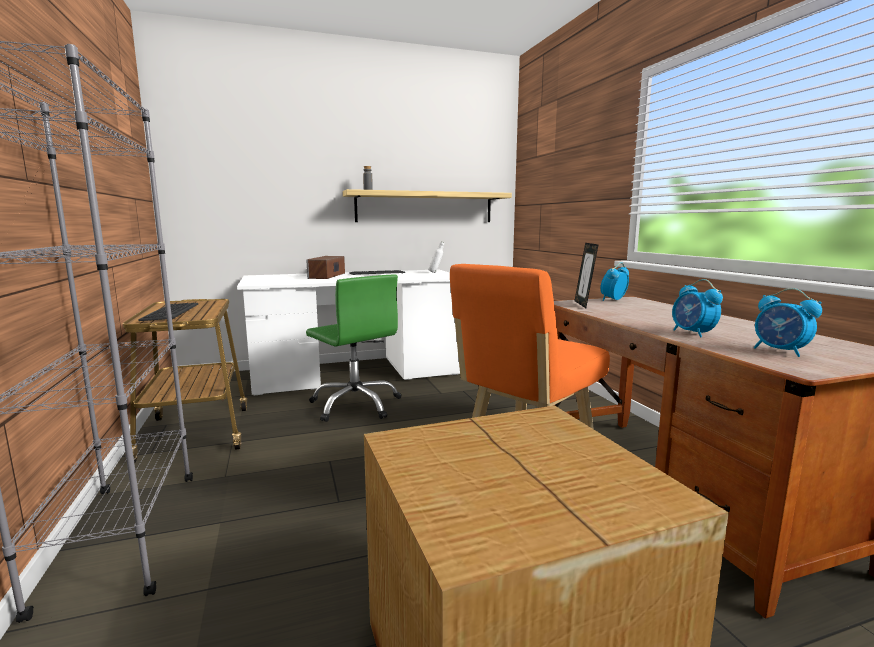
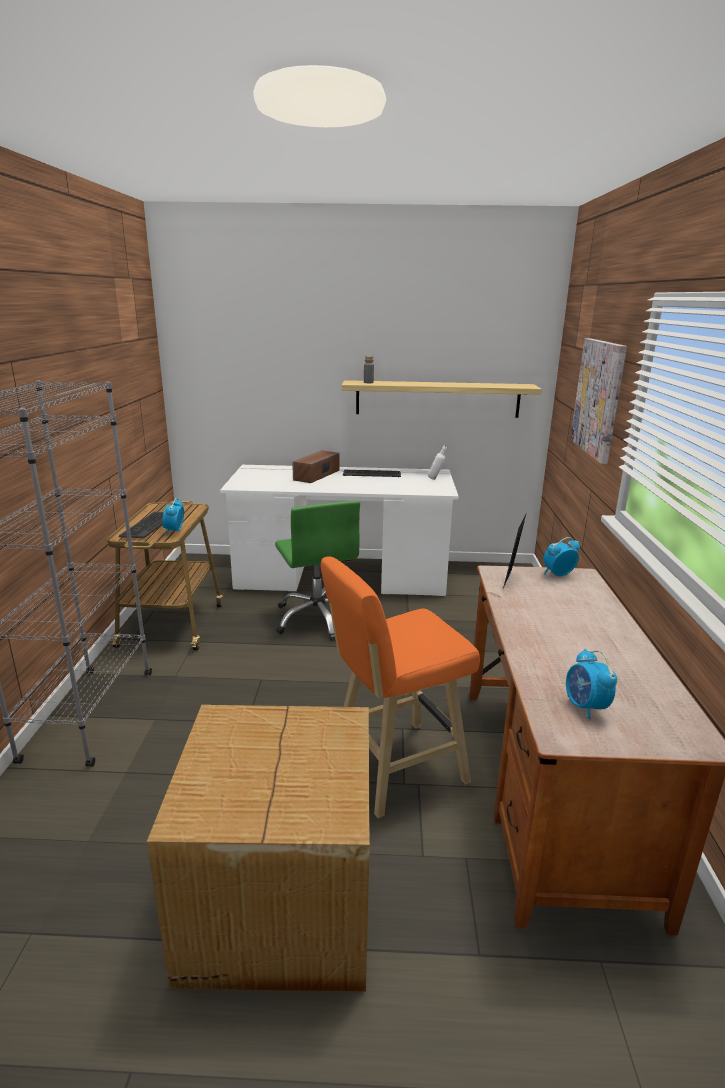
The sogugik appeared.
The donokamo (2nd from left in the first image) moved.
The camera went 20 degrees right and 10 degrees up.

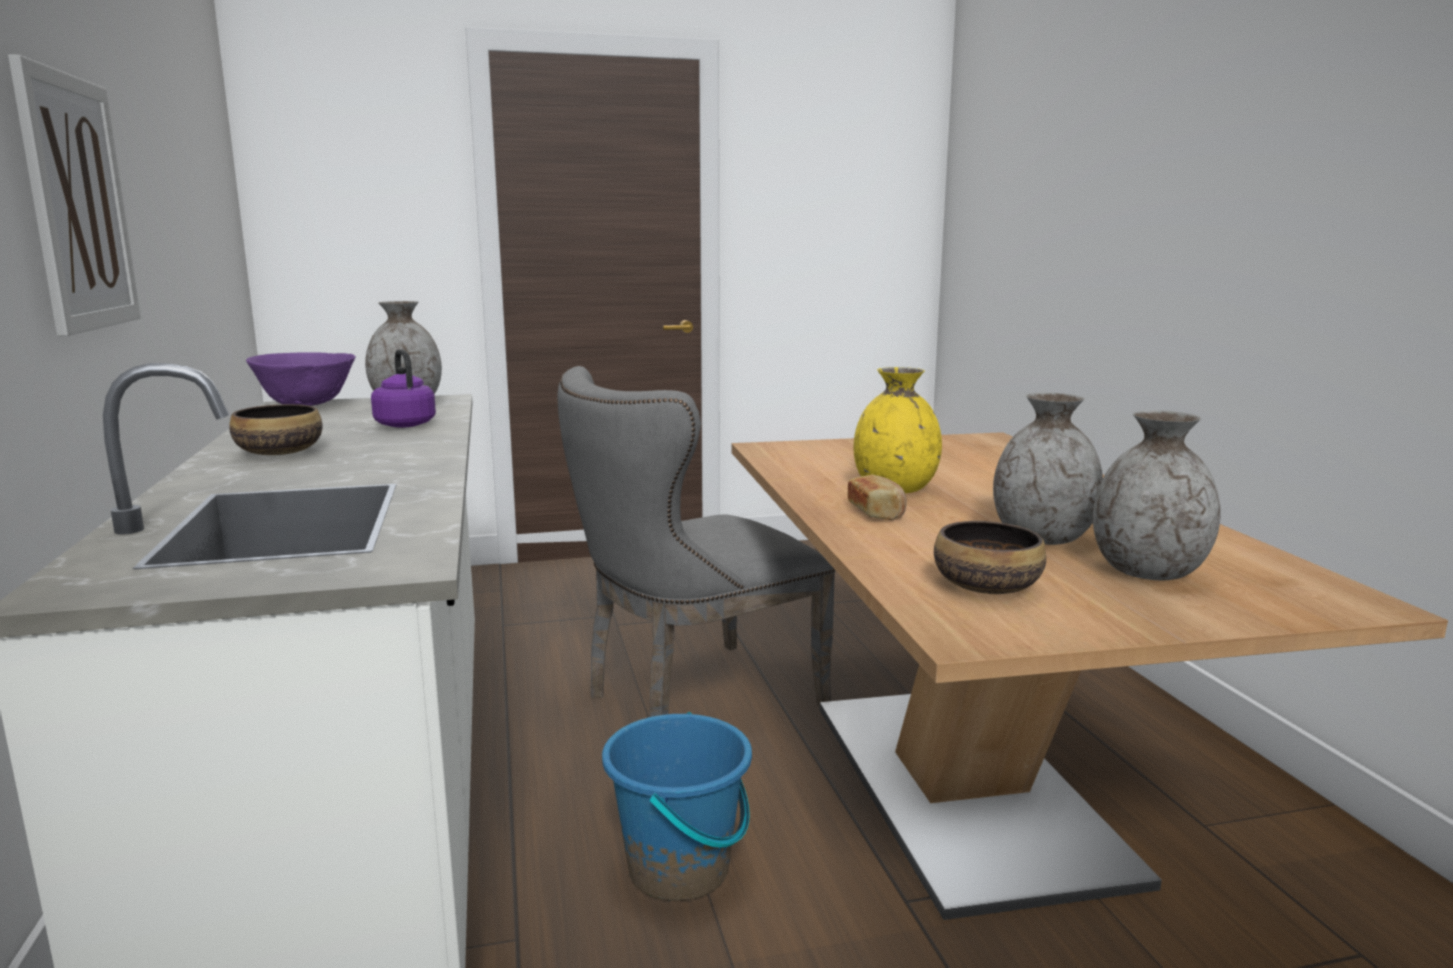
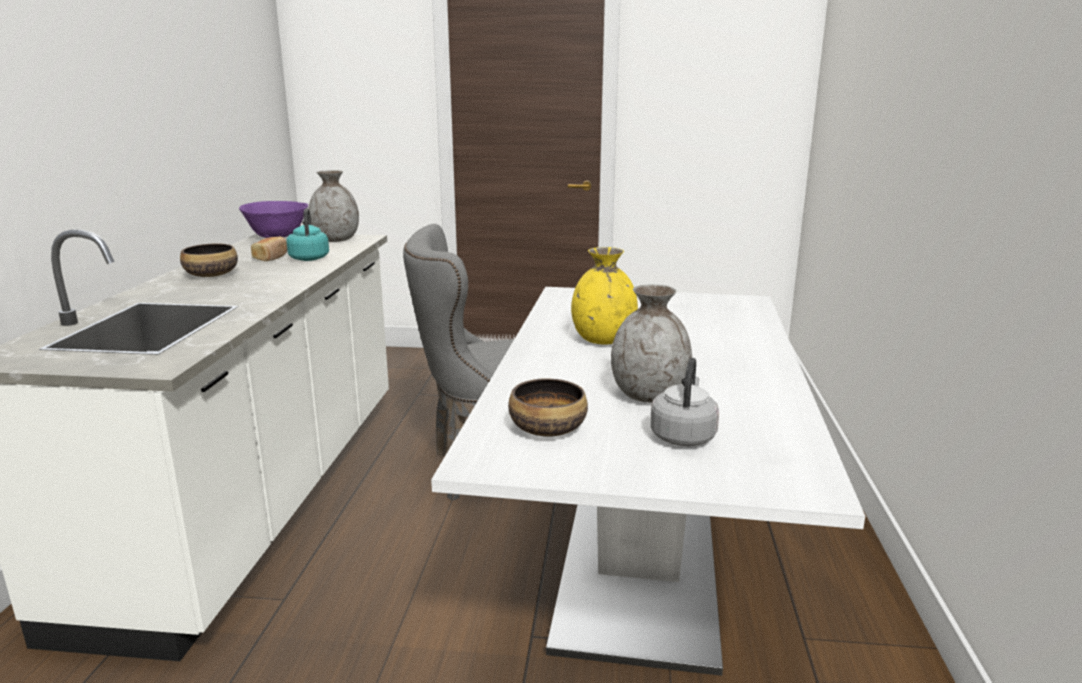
The sogugik disappeared.
The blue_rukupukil disappeared.
The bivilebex moved.
The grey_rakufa (3rd from left) was replaced by the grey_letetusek.
The purple_letetusek became the turquoise_letetusek.
The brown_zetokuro became the white_zetokuro.
The camera went 20 degrees right and 5 degrees up.

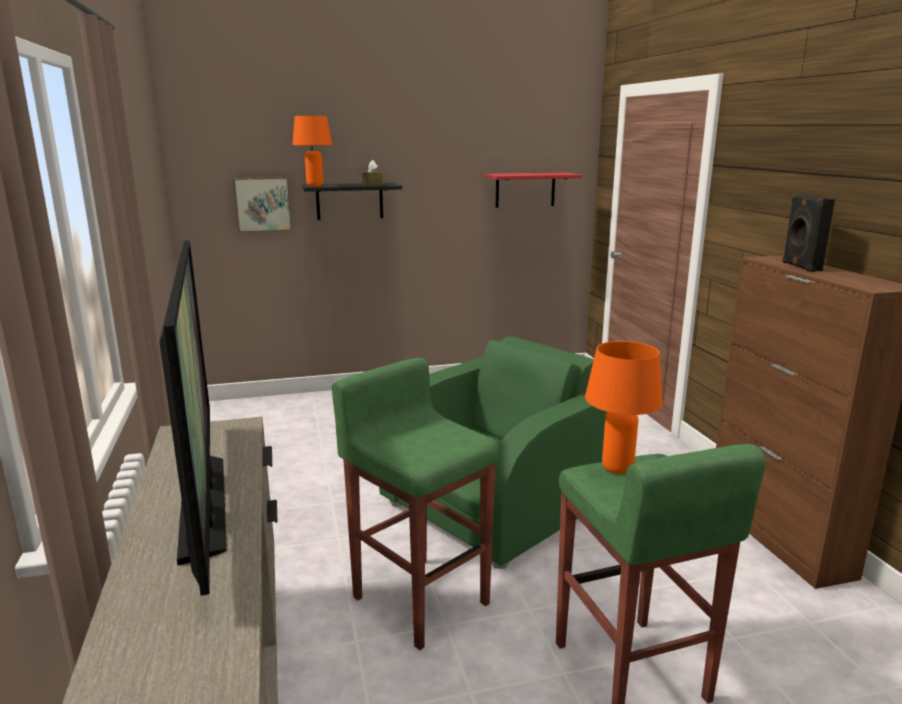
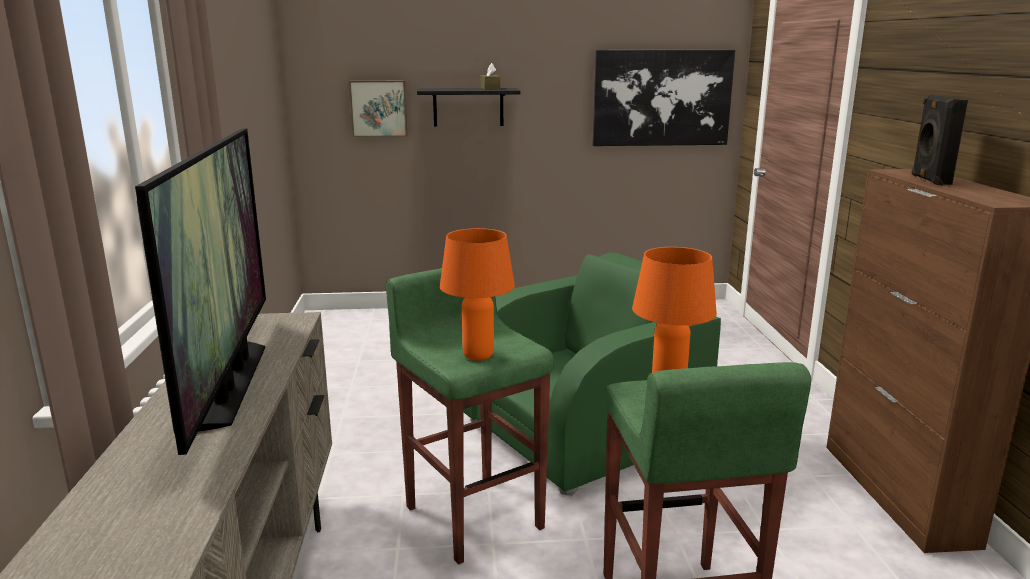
The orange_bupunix (1st from left) moved.
The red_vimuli was replaced by the sogugik (2nd from left).
The camera went 10 degrees right and 0 degrees up.

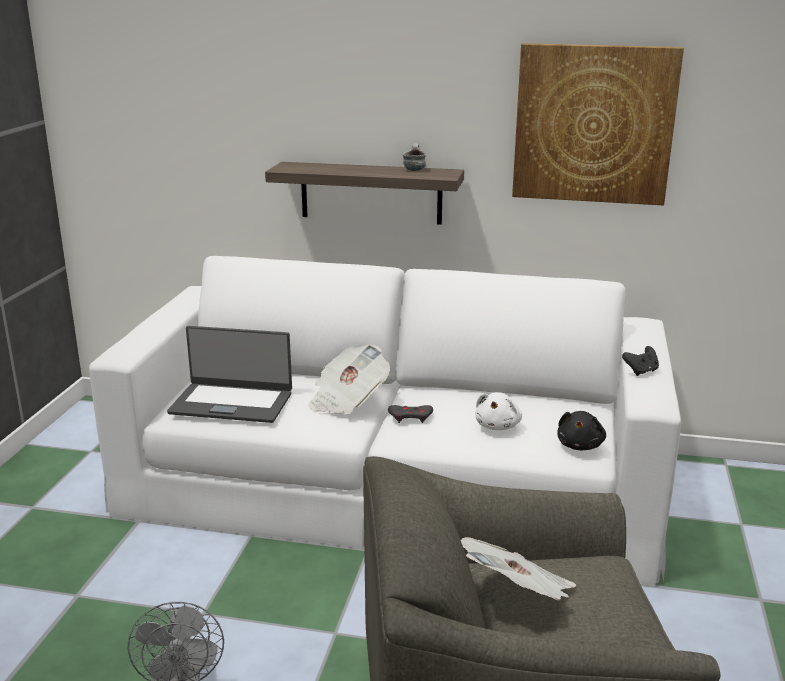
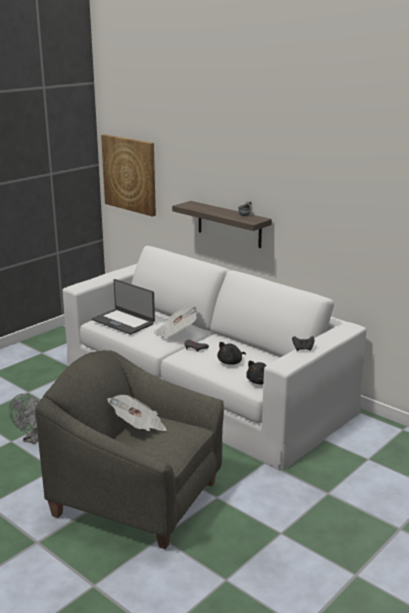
The sogugik moved.
The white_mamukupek became the black_mamukupek (1st from left).
The camera went 30 degrees right and 0 degrees up.

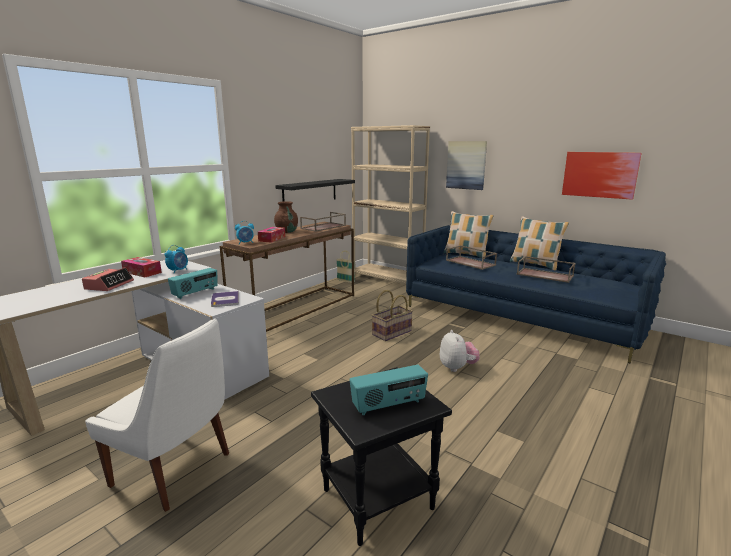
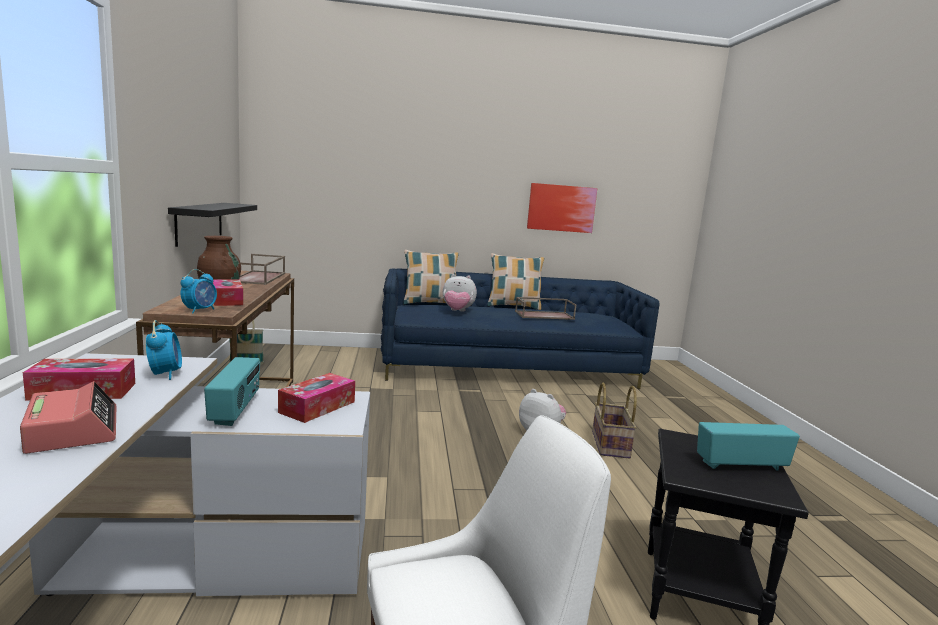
The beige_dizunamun disappeared.
The sogugik (1st from left) disappeared.
The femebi (2nd from left) moved.
The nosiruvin was replaced by the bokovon (3rd from left).
The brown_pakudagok (2nd from left) was replaced by the mamukupek (1st from left).
The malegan (2nd from left) turned 120 degrees counterclockwise.
The camera went 45 degrees left and 5 degrees down.

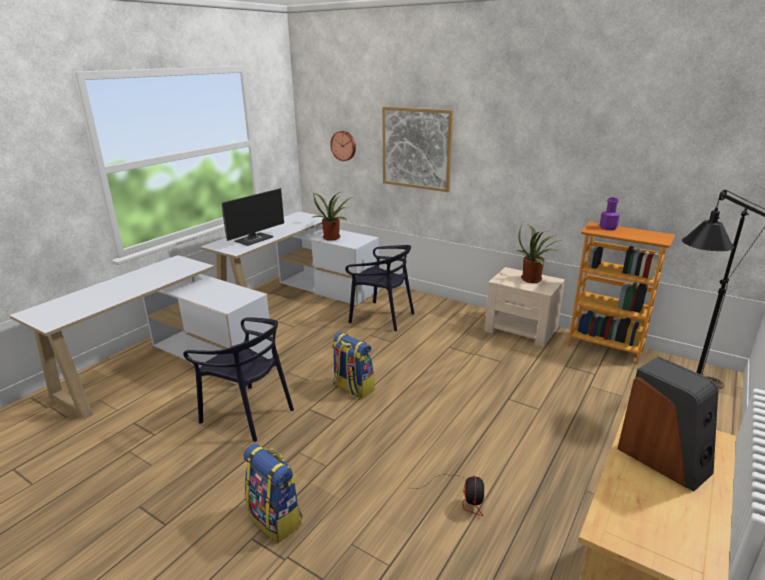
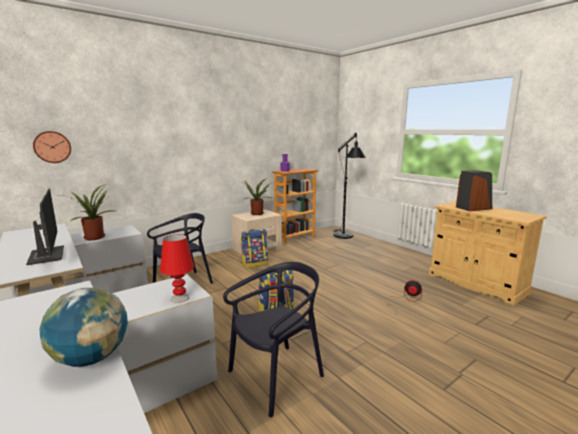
The sogugik disappeared.
The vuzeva appeared.
The red_bupunix appeared.
The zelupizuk (1st from left) moved.
The camera went 70 degrees left and 10 degrees down.

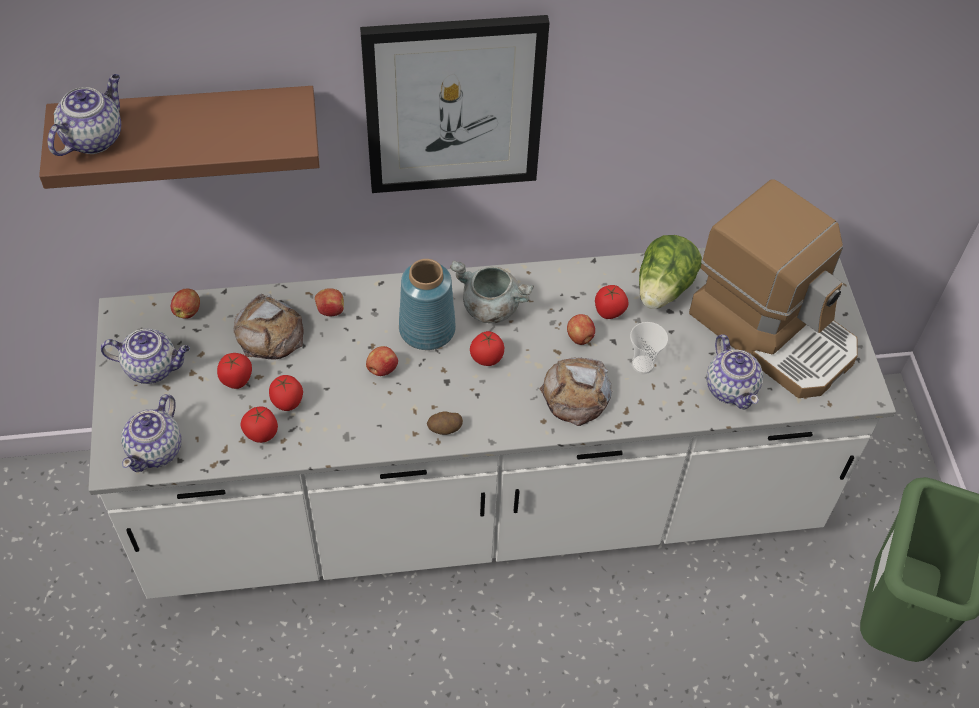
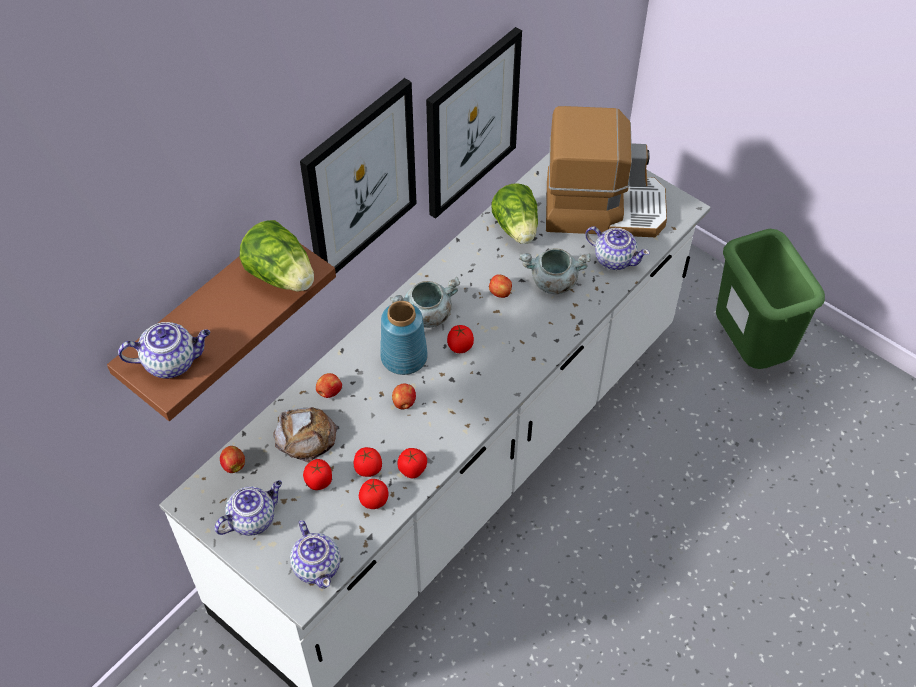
The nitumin disappeared.
The bivilebex (2nd from left) disappeared.
The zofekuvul (1st from left) appeared.
The sogugik (2nd from left) appeared.
The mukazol (5th from left in the first image) moved.
The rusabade was replaced by the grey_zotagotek (2nd from left).
The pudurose (1st from left) turned 90 degrees clockwise.
The camera went 40 degrees left and 0 degrees up.

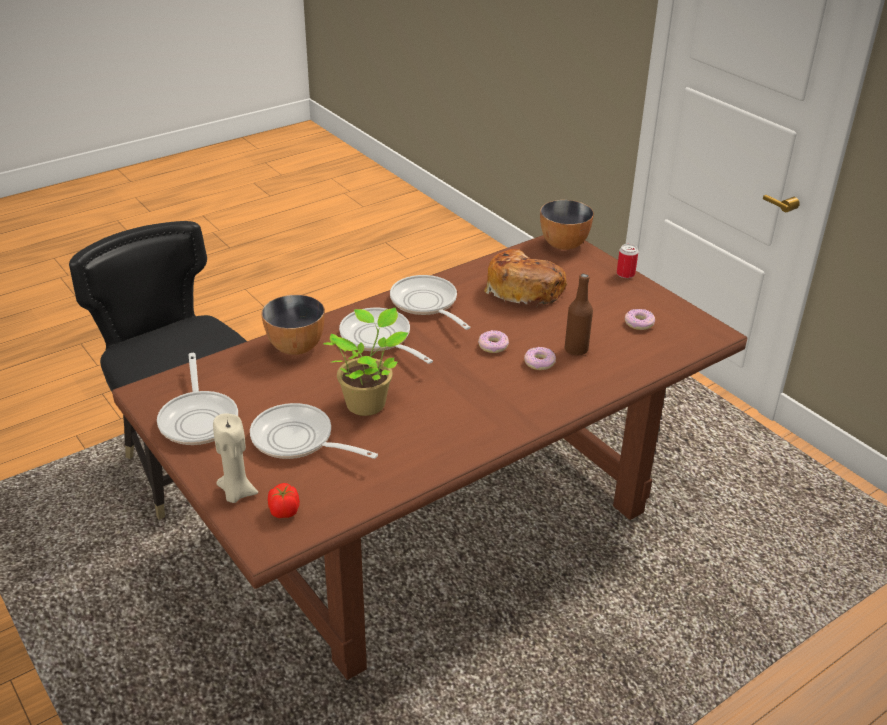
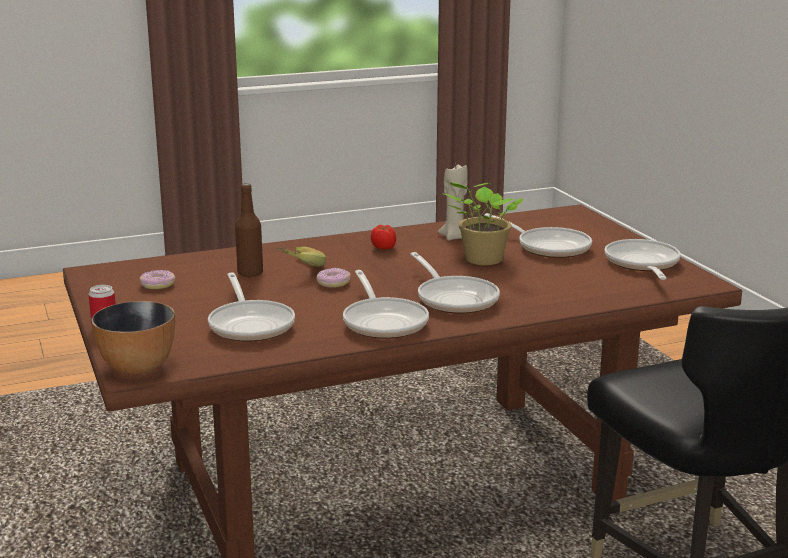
The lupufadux (1st from left) disappeared.
The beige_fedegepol moved.
The mukazol moved.
The bivilebex was replaced by the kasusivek (1st from left).
The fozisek (2nd from left) was replaced by the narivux.
The camera went 165 degrees left and 15 degrees down.

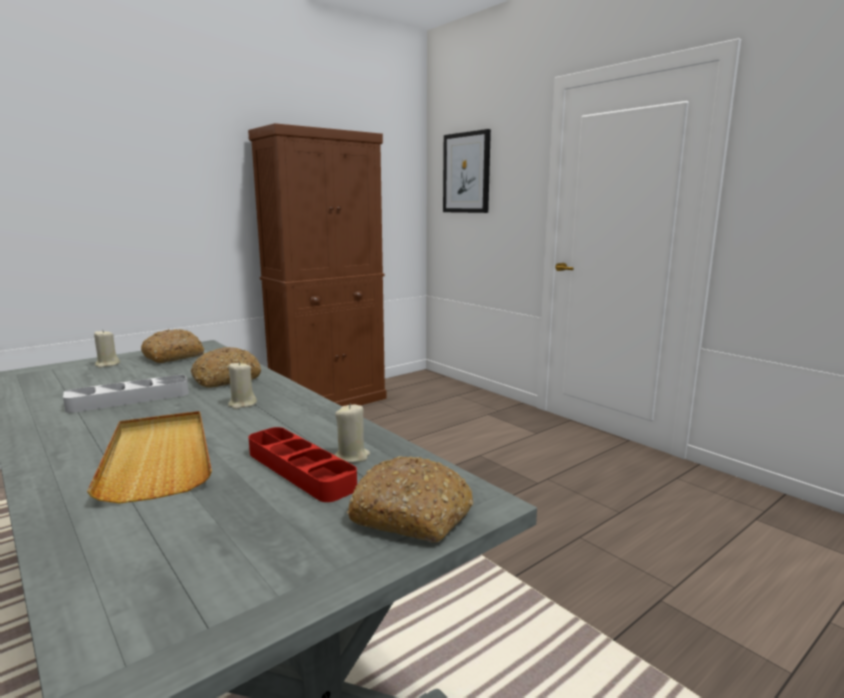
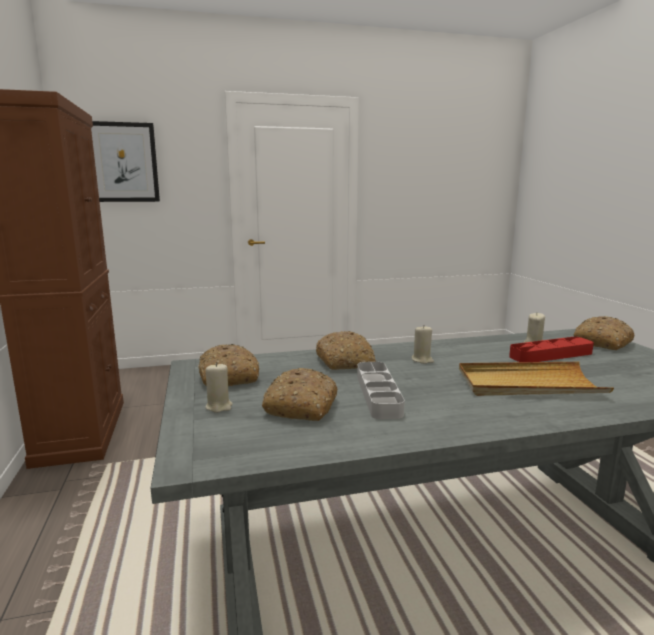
The bivilebex (2nd from left) appeared.
The camera went 65 degrees left and 0 degrees up.

